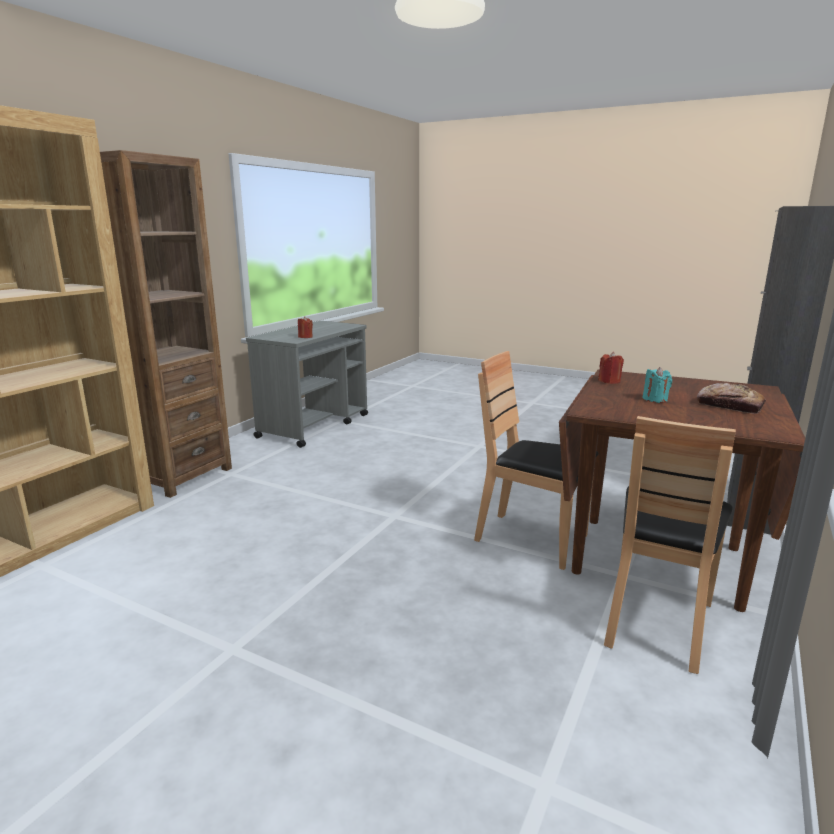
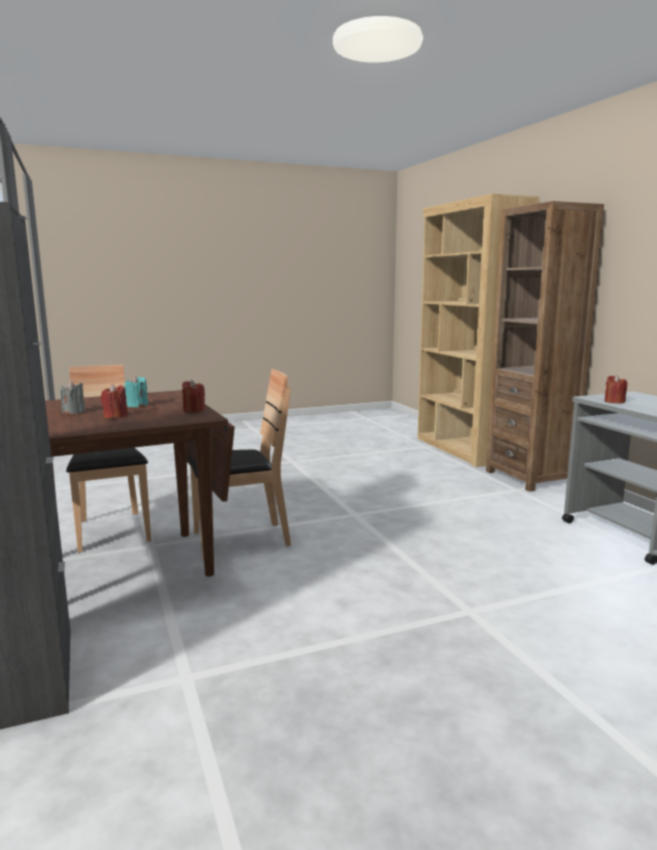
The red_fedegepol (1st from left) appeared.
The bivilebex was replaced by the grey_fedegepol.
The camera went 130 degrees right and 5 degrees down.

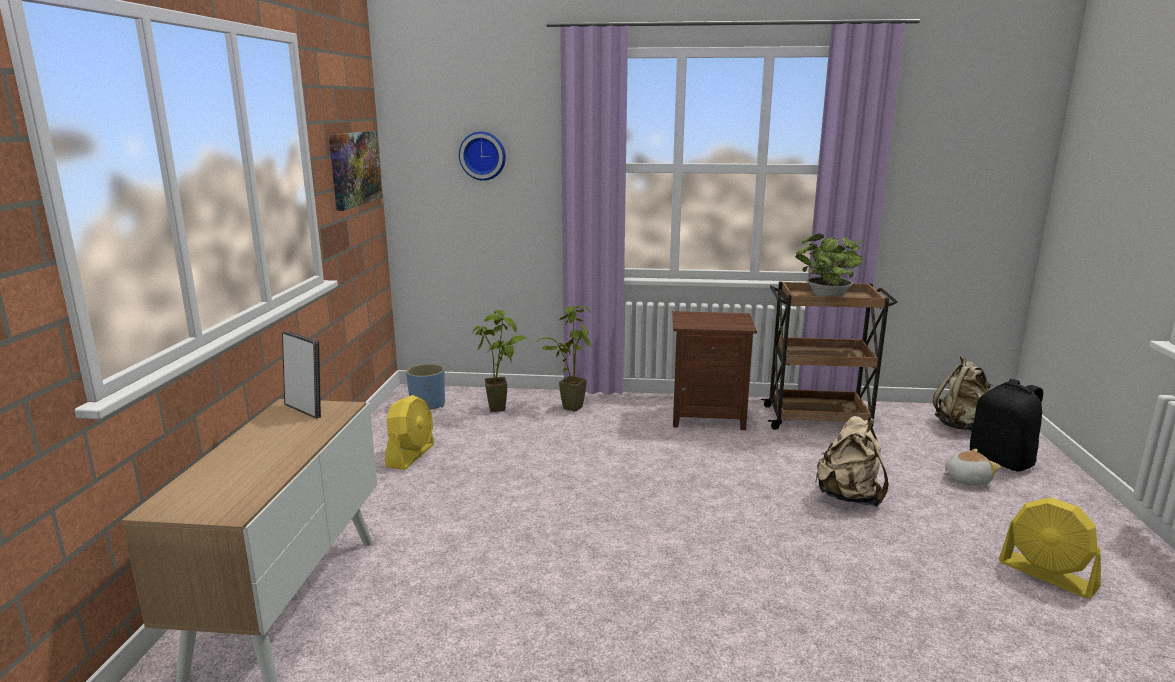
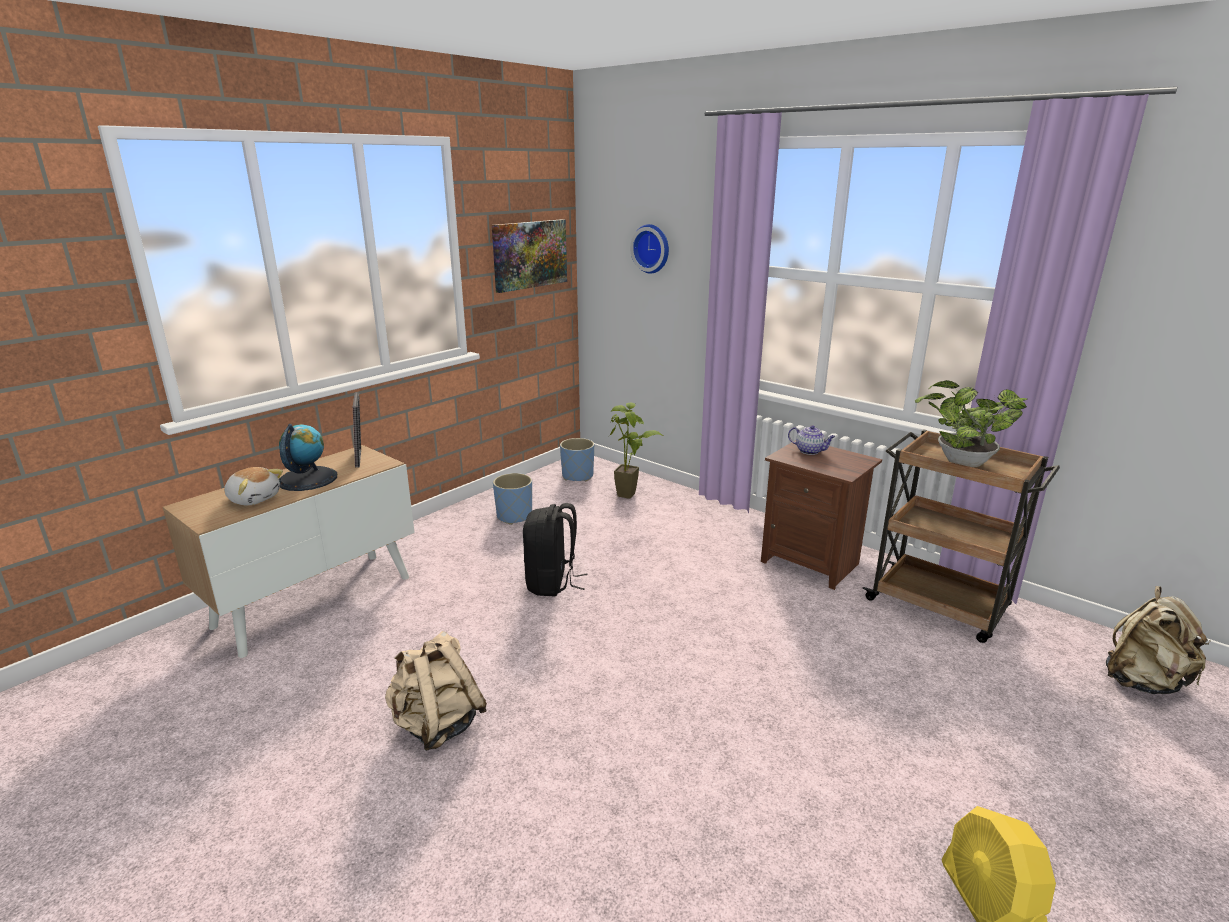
The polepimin (2nd from left) disappeared.
The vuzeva appeared.
The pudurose appeared.
The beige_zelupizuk (1st from left) moved.
The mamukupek moved.
The black_zelupizuk moved.
The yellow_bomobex (1st from left) was replaced by the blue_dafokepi (1st from left).
The camera went 35 degrees right and 5 degrees up.

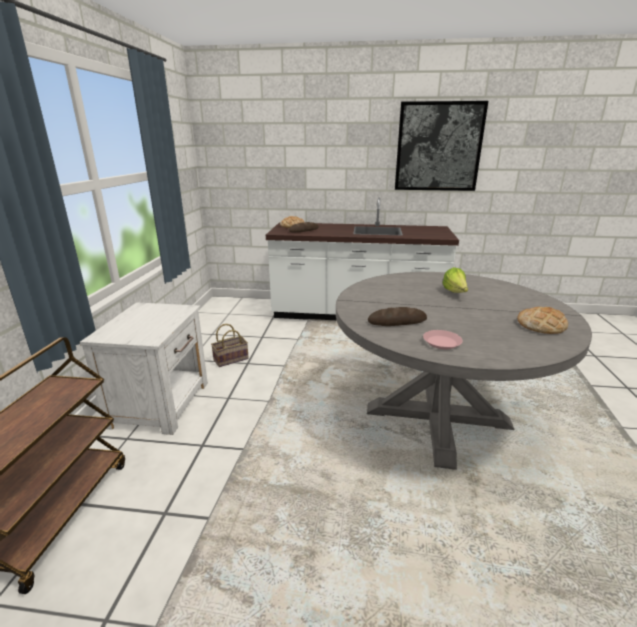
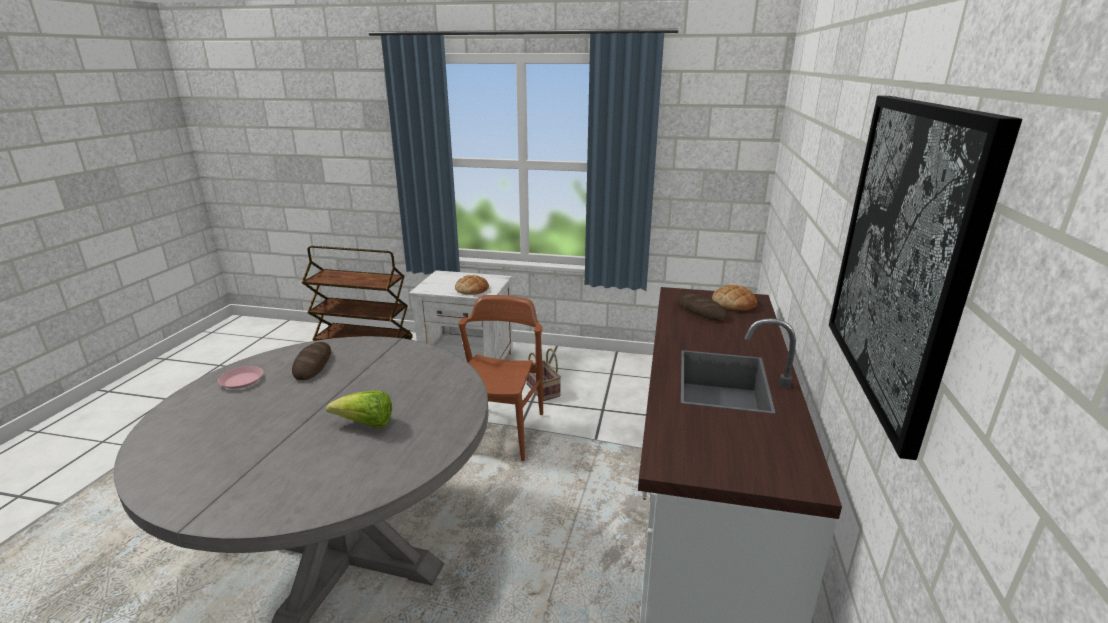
The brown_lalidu appeared.
The bivilebex (4th from left in the first image) moved.
The camera went 95 degrees right and 0 degrees up.

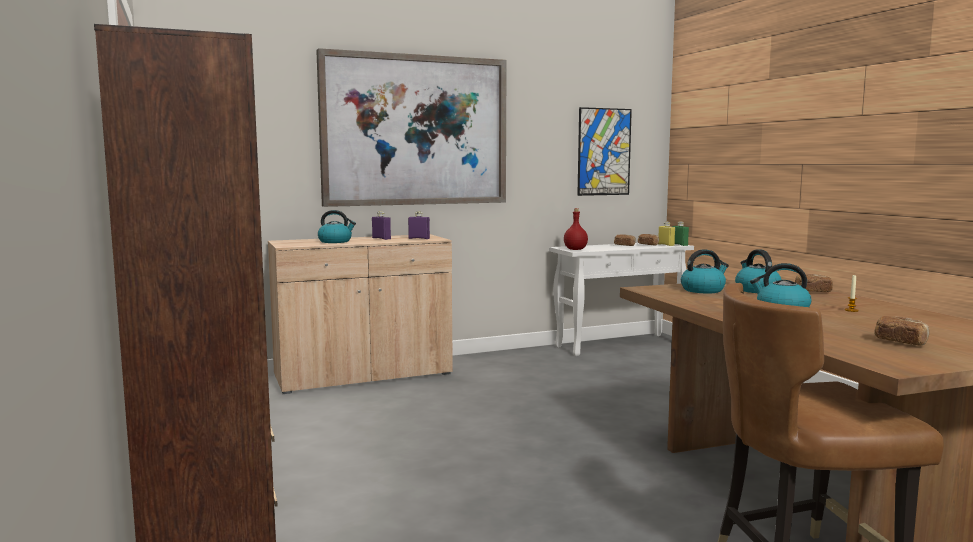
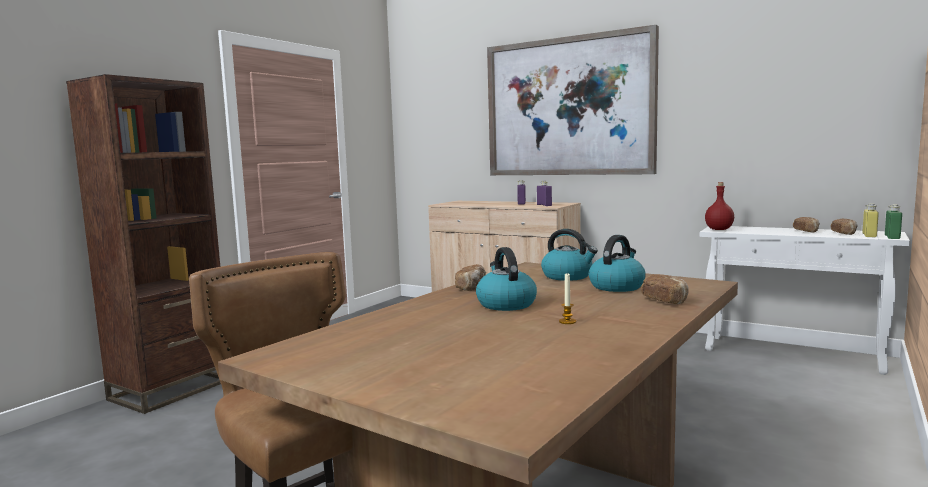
The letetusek (1st from left) disappeared.
The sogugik (2nd from left) disappeared.
The bivilebex (4th from left in the first image) moved.
The camera went 55 degrees right and 0 degrees up.

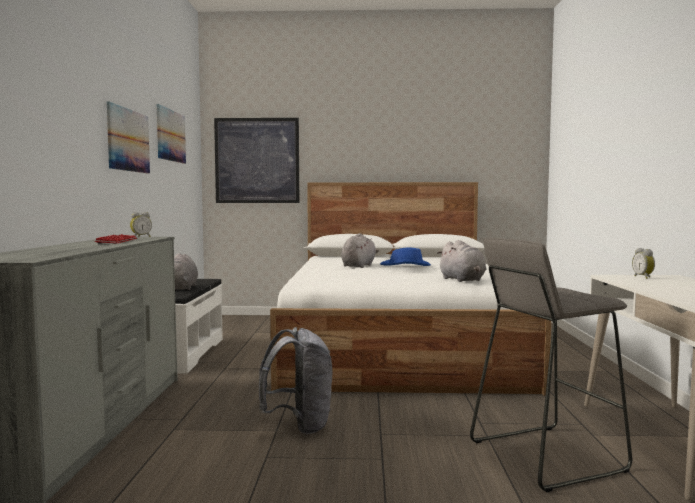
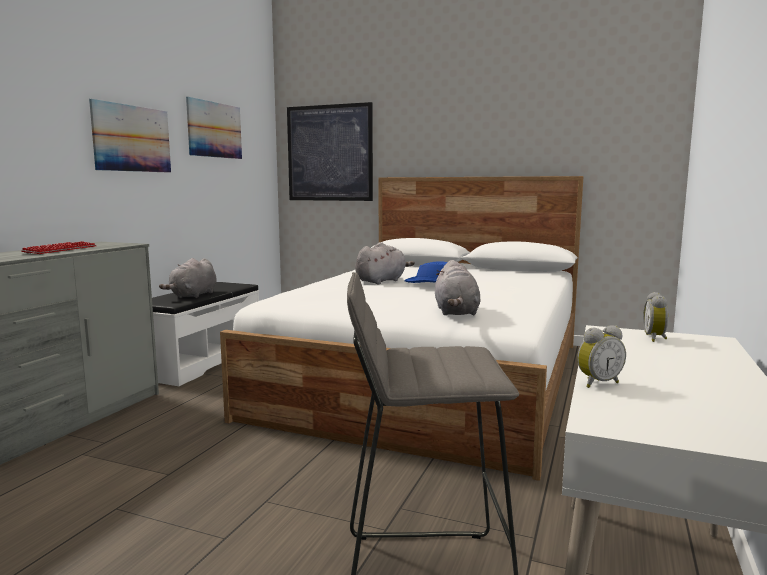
The grey_zelupizuk disappeared.
The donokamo (1st from left) moved.
The camera went 20 degrees right and 5 degrees up.

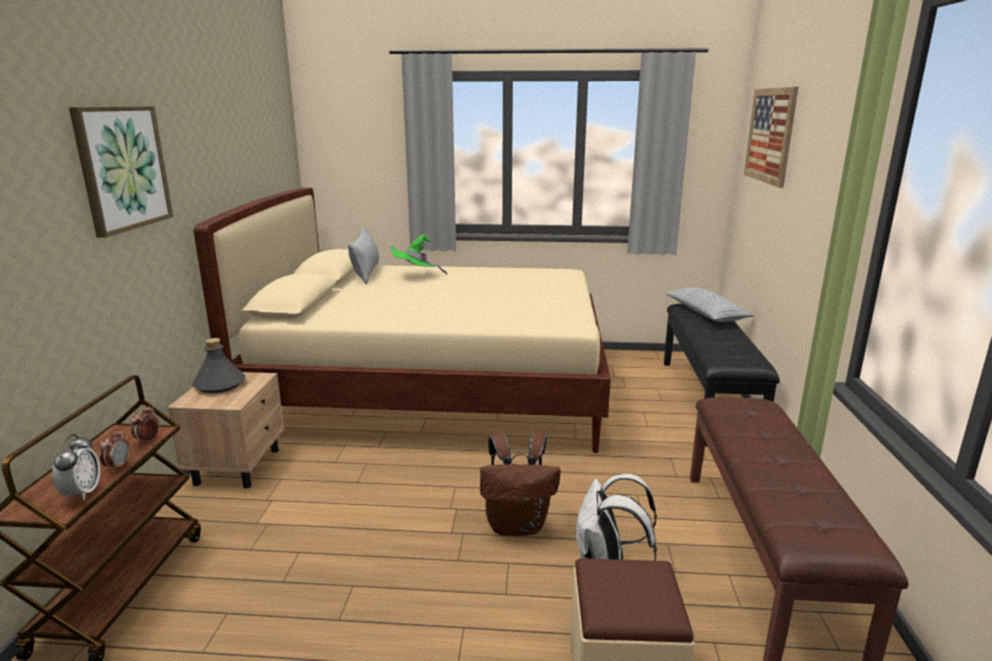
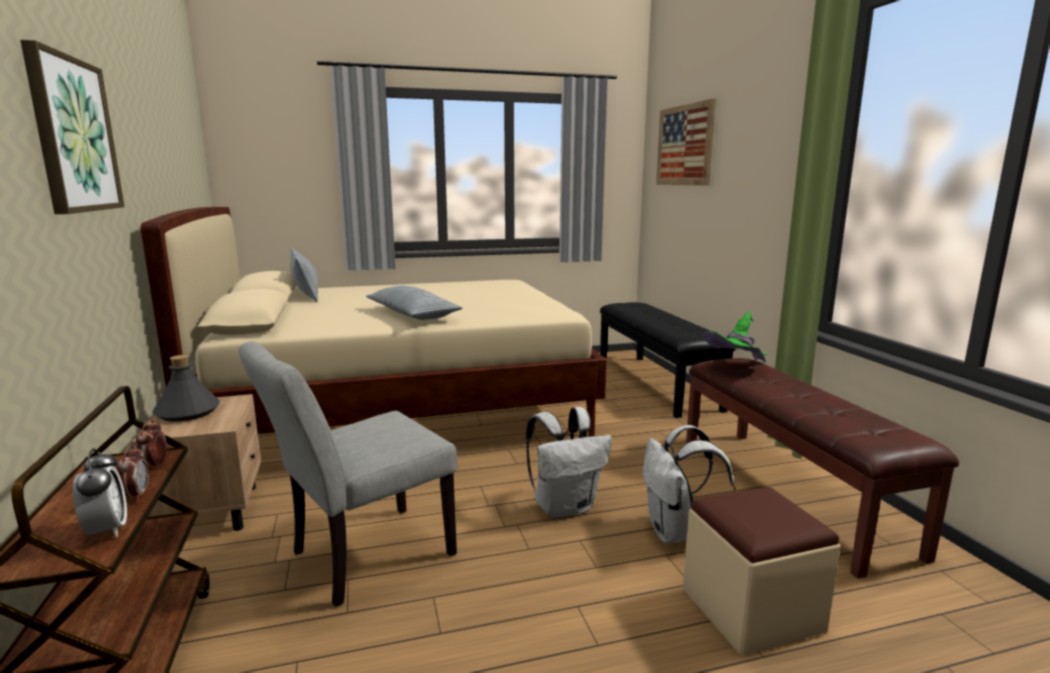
The grey_lalidu appeared.
The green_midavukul moved.
The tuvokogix (2nd from left) moved.
The brown_zelupizuk became the white_zelupizuk (1st from left).
The camera went 20 degrees left and 5 degrees down.

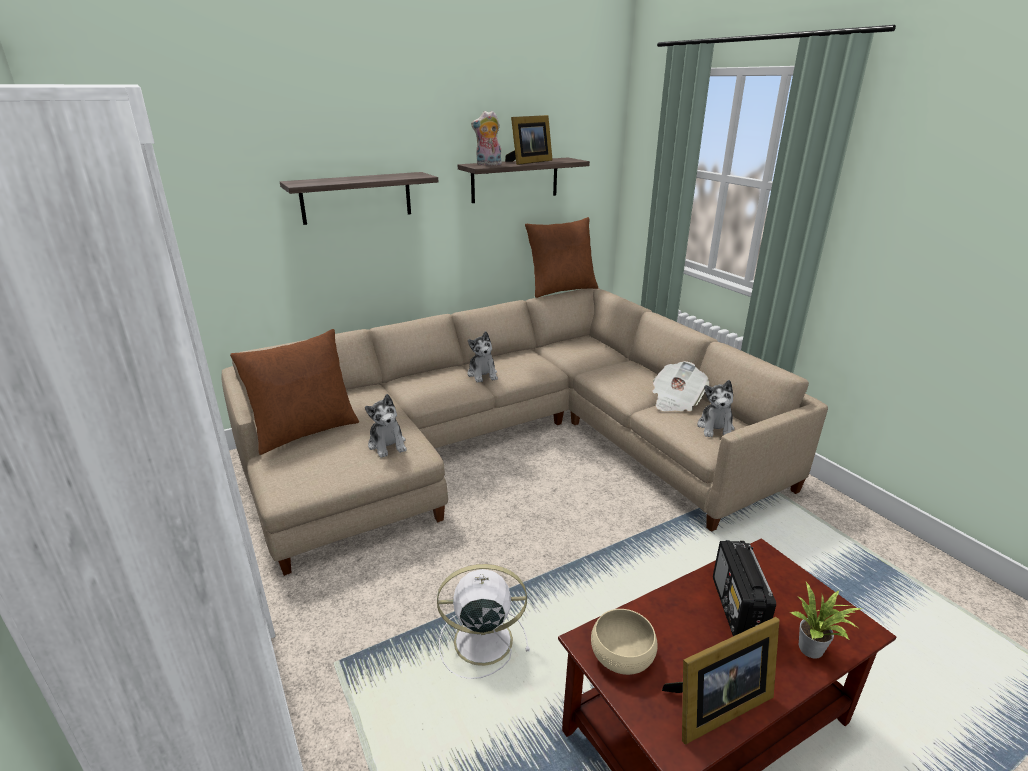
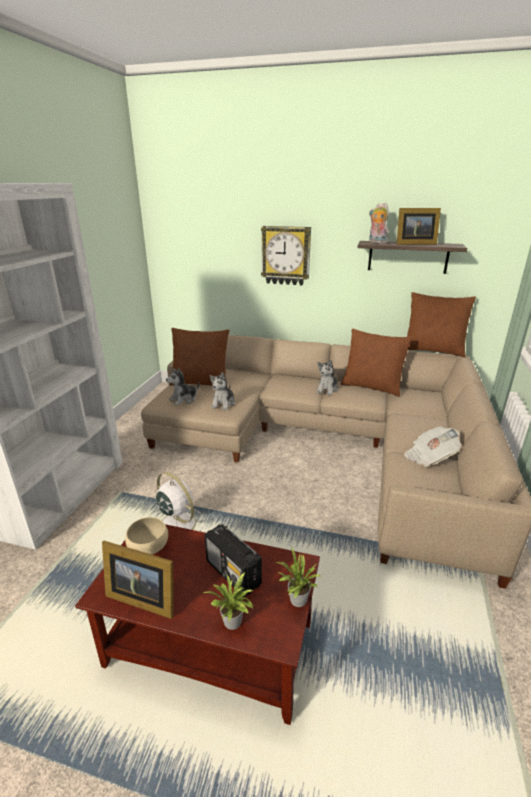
The polepimin (2nd from left) appeared.
The brown_tuvokogix (2nd from left) appeared.
The mamukupek (4th from left in the first image) moved.
The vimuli (1st from left) was replaced by the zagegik.
The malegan turned 90 degrees counterclockwise.
The camera went 45 degrees right and 0 degrees up.

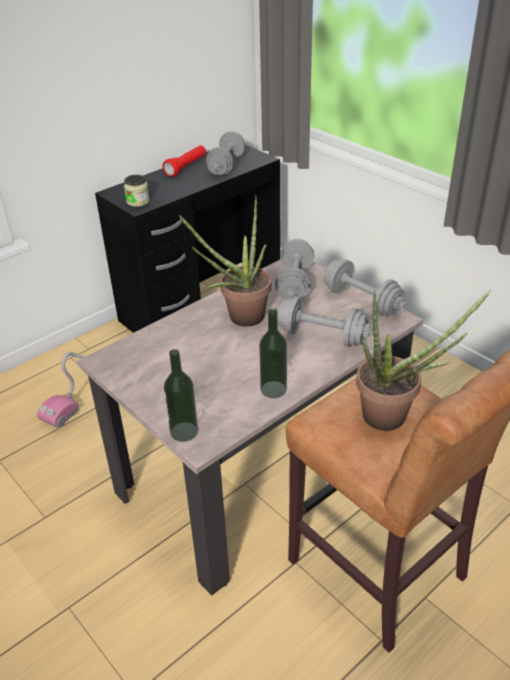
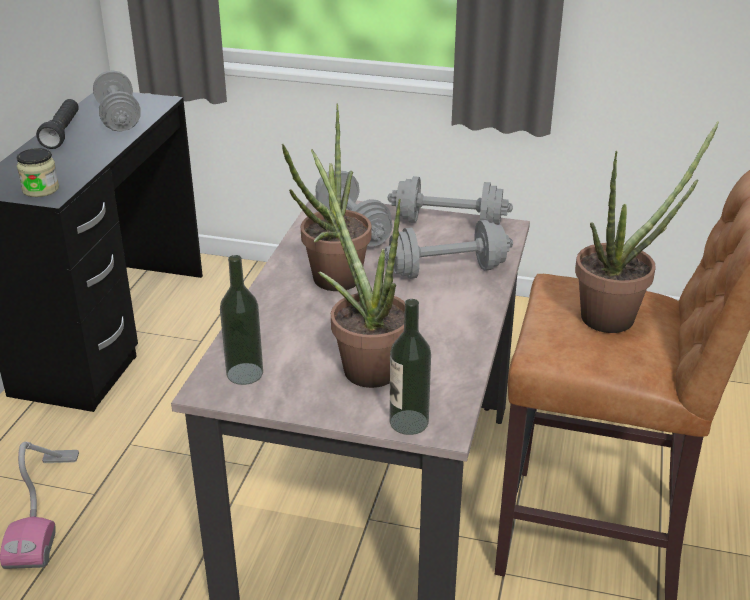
The polepimin (2nd from left) appeared.
The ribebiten (2nd from left in the first image) moved.
The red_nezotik became the black_nezotik.
The camera went 35 degrees left and 5 degrees down.

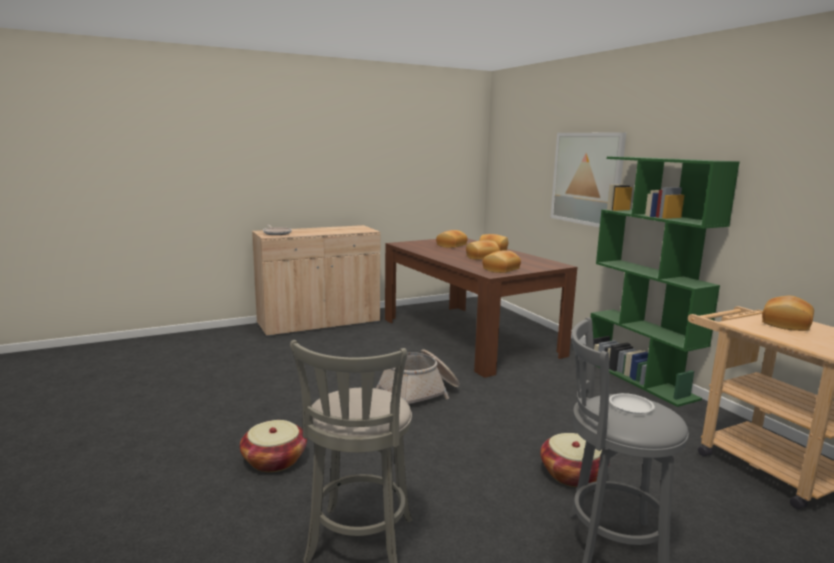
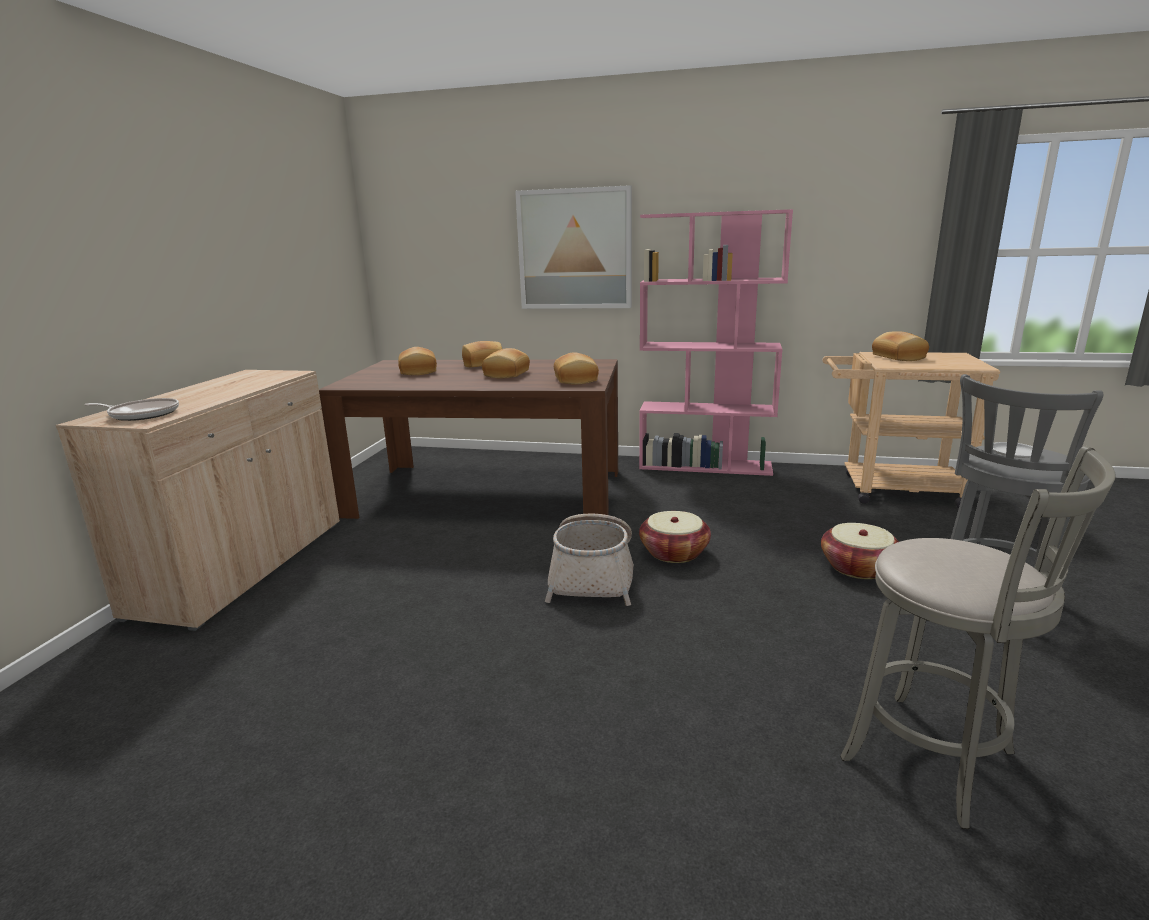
The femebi (1st from left in the first image) moved.
The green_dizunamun became the pink_dizunamun.
The camera went 50 degrees left and 5 degrees up.

